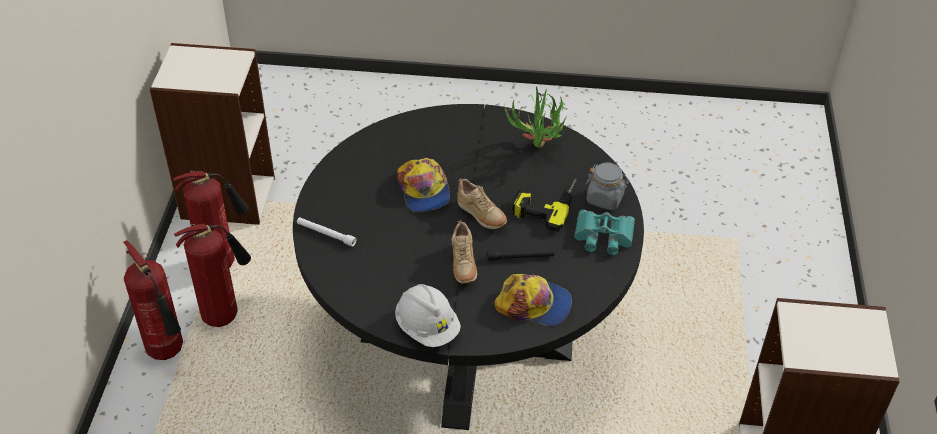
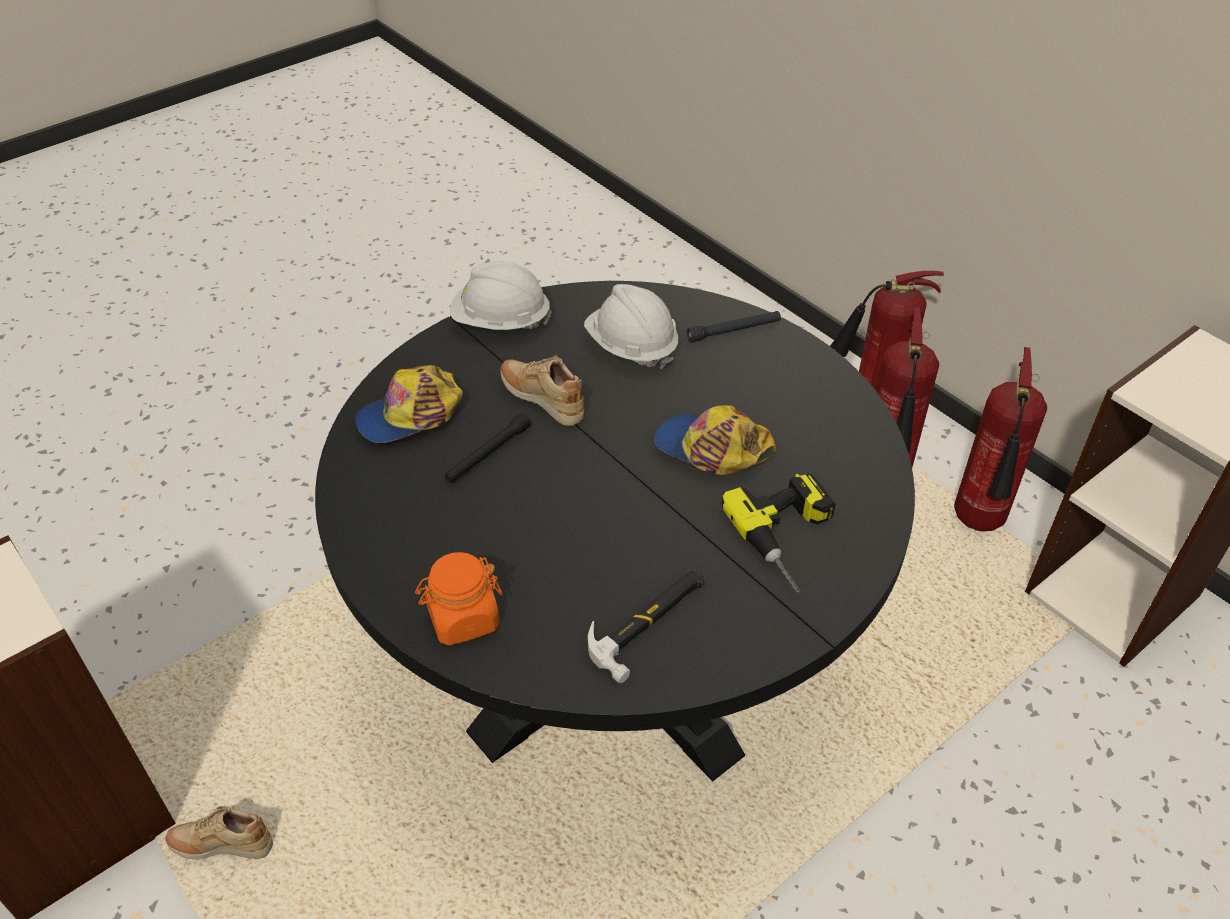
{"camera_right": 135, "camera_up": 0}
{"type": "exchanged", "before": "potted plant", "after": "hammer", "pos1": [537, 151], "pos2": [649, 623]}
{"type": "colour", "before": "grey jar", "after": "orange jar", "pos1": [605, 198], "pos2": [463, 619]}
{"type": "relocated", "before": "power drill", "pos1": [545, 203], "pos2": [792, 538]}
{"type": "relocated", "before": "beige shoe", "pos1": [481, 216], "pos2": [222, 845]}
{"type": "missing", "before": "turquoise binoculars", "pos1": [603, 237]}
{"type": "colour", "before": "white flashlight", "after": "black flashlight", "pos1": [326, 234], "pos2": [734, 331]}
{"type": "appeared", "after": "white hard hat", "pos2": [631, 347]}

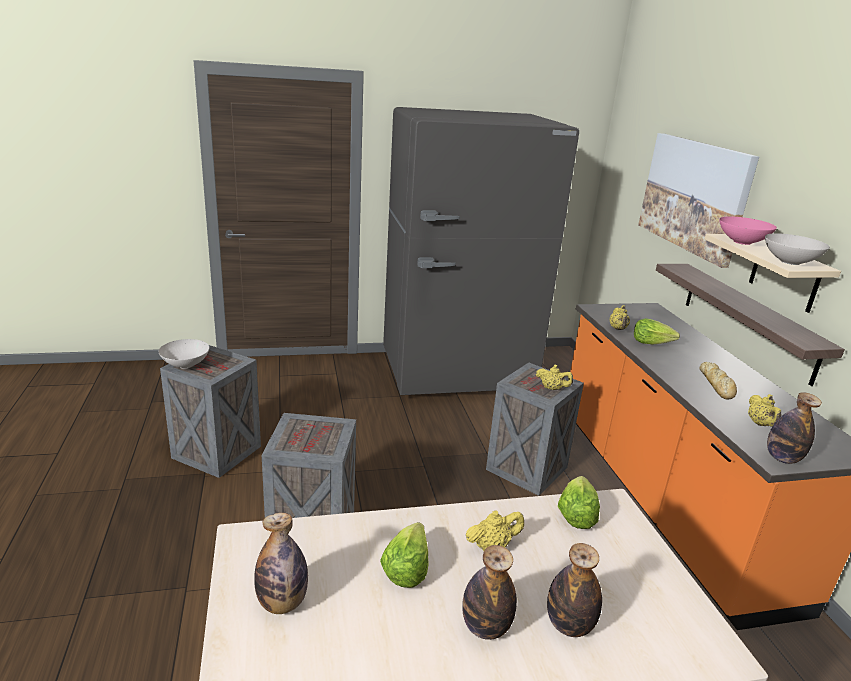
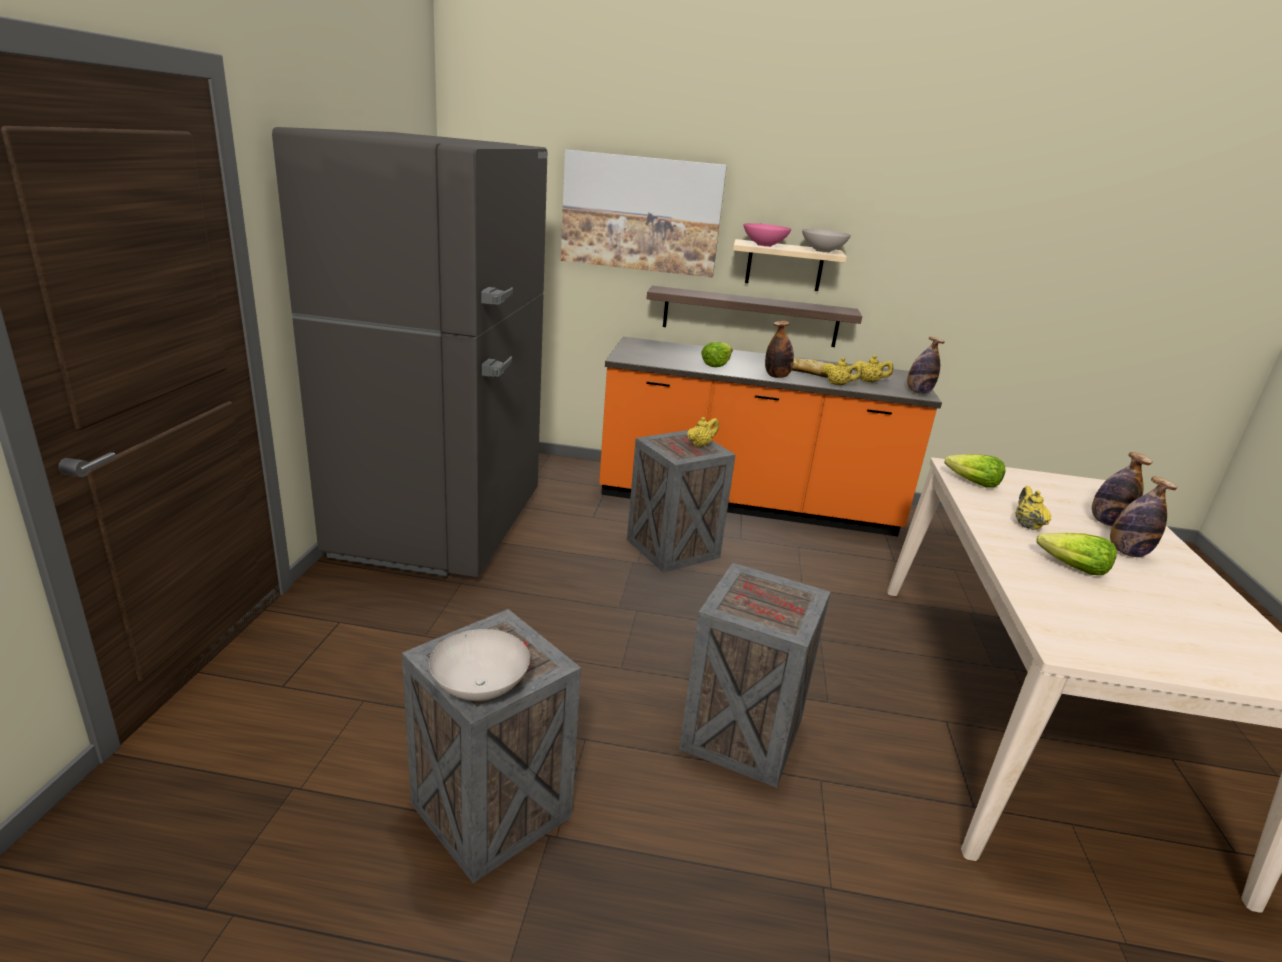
{"camera_right": -70, "camera_up": 0}
{"type": "relocated", "before": "yellow teapot", "pos1": [618, 329], "pos2": [838, 384]}
{"type": "relocated", "before": "bottle", "pos1": [282, 603], "pos2": [777, 376]}

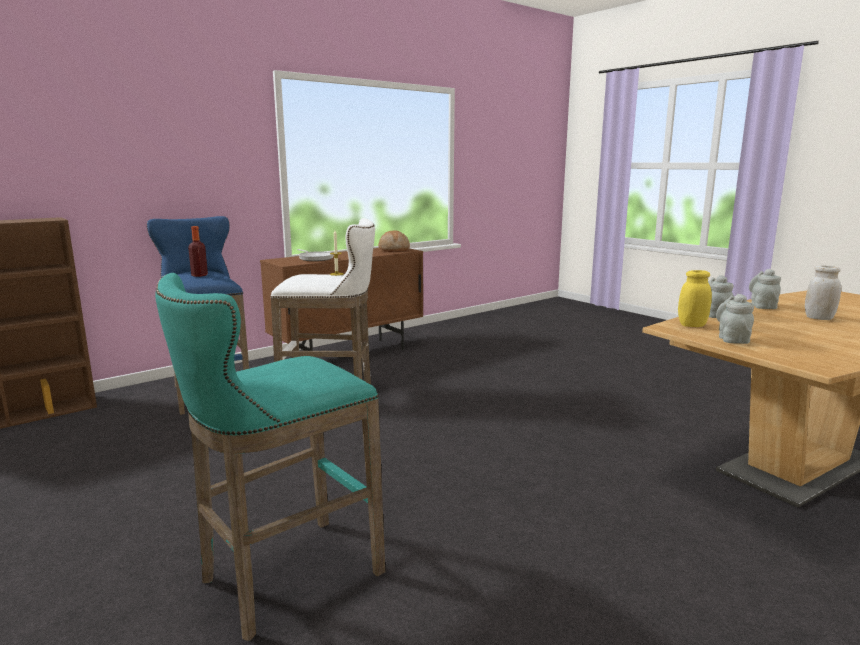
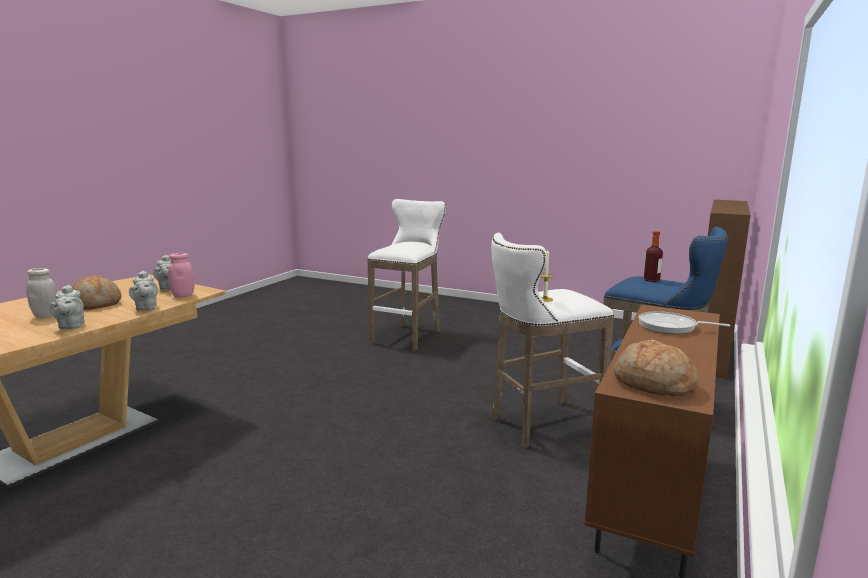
{"camera_right": 155, "camera_up": 0}
{"type": "colour", "before": "yellow jar", "after": "pink jar", "pos1": [692, 325], "pos2": [183, 295]}
{"type": "colour", "before": "turquoise stool", "after": "white stool", "pos1": [284, 579], "pos2": [408, 336]}
{"type": "appeared", "after": "bread", "pos2": [96, 303]}

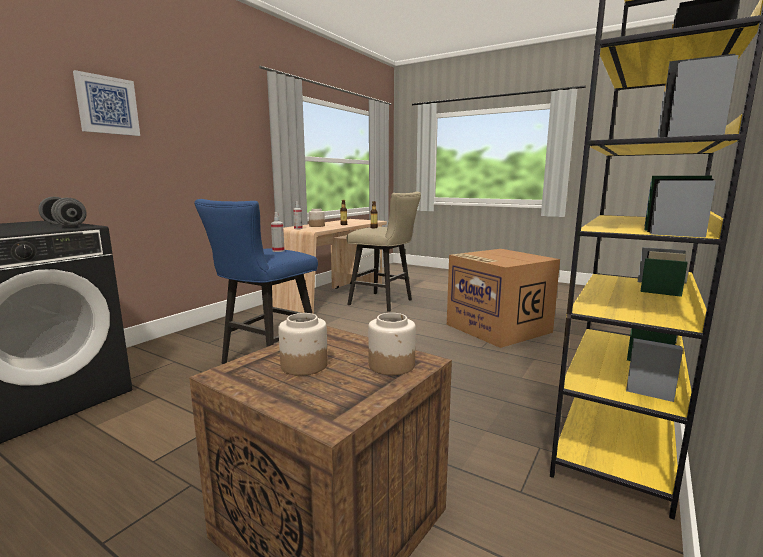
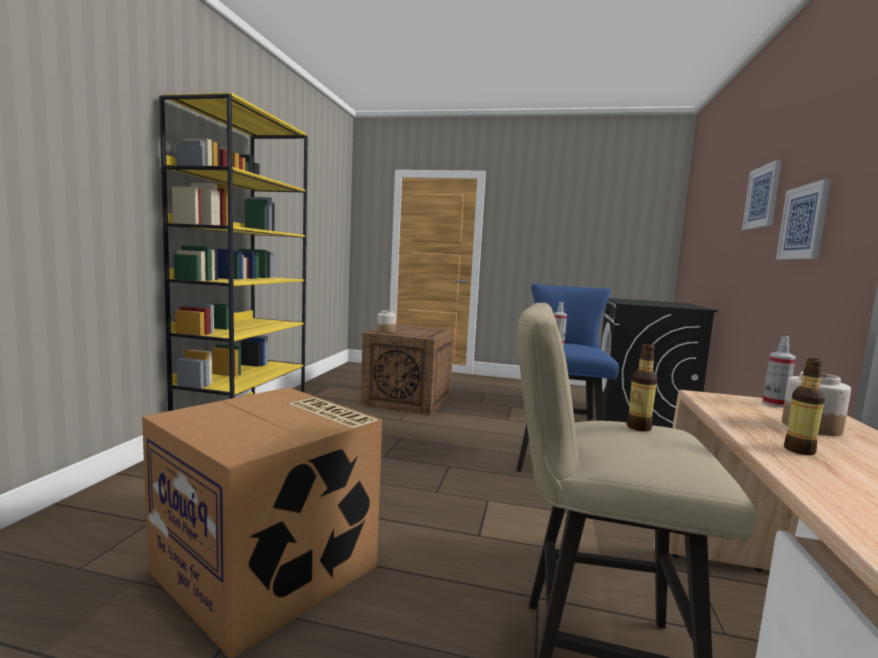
{"camera_right": 160, "camera_up": -5}
{"type": "missing", "before": "grey dumbbell", "pos1": [64, 225]}
{"type": "missing", "before": "jar", "pos1": [303, 365]}
{"type": "appeared", "after": "picture", "pos2": [804, 222]}

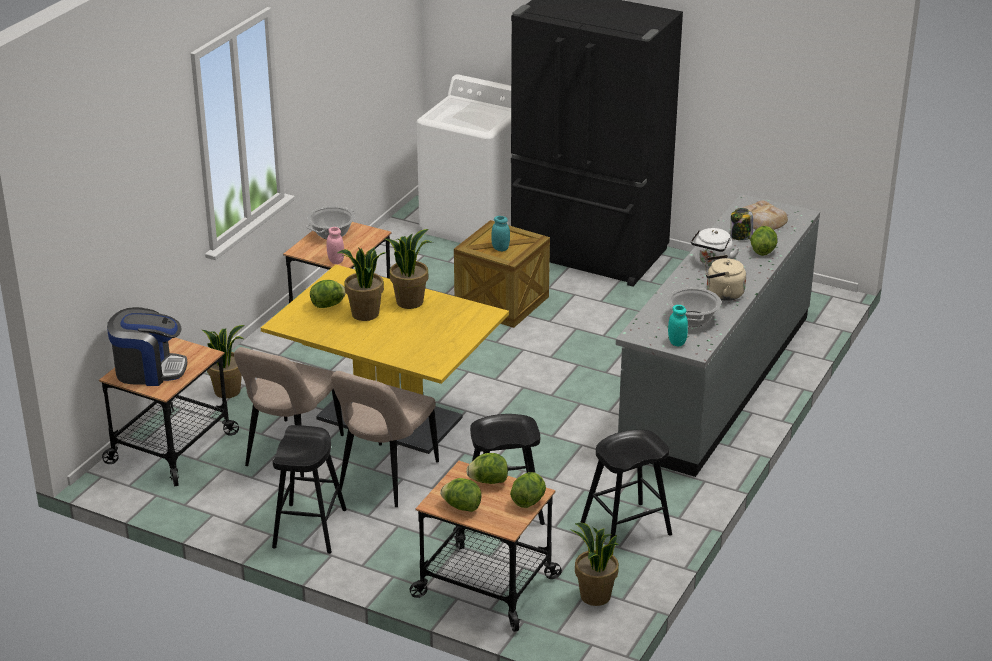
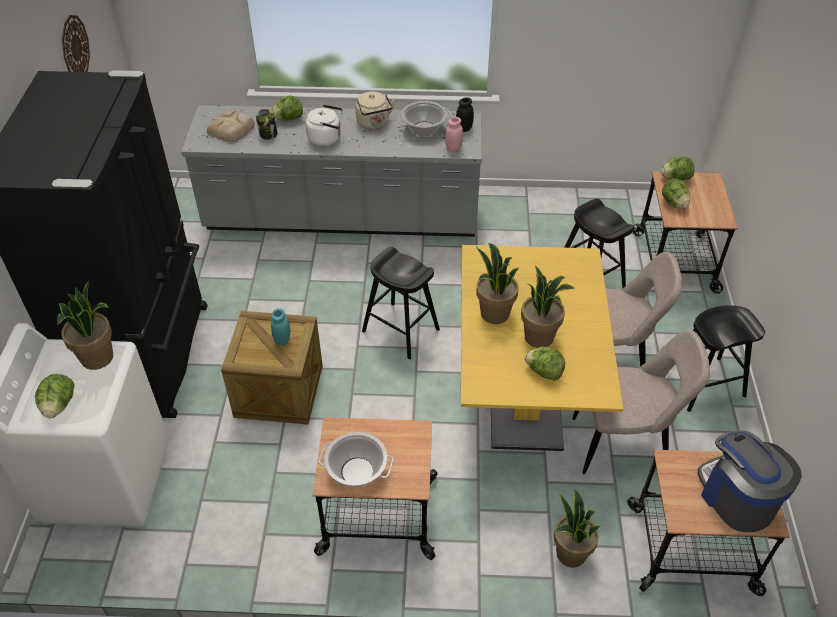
{"camera_right": -115, "camera_up": 15}
{"type": "relocated", "before": "pink jar", "pos1": [336, 261], "pos2": [453, 148]}
{"type": "colour", "before": "turquoise jar", "after": "black jar", "pos1": [677, 342], "pos2": [464, 129]}
{"type": "relocated", "before": "black stool", "pos1": [625, 529], "pos2": [401, 330]}
{"type": "relocated", "before": "lettuce", "pos1": [461, 507], "pos2": [59, 405]}
{"type": "relocated", "before": "potted plant", "pos1": [595, 596], "pos2": [98, 358]}
{"type": "appeared", "after": "wall clock", "pos2": [74, 47]}

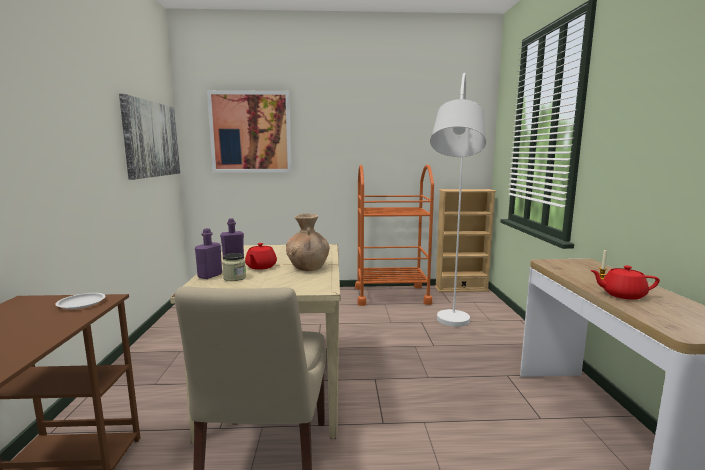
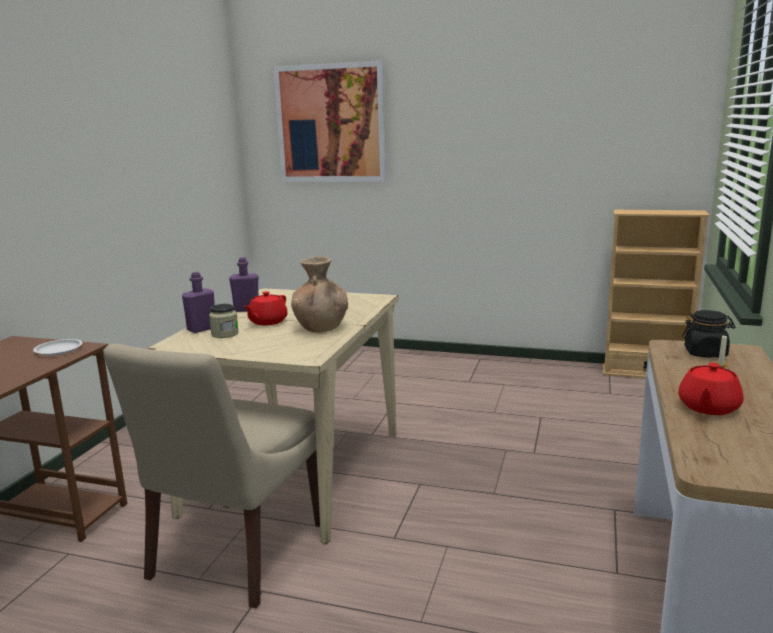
{"camera_right": 20, "camera_up": 5}
{"type": "missing", "before": "white floor lamp", "pos1": [449, 347]}
{"type": "missing", "before": "picture", "pos1": [152, 139]}
{"type": "missing", "before": "orange cart", "pos1": [391, 295]}
{"type": "spun", "before": "red teapot", "pos1": [622, 295], "pos2": [708, 407], "turn": -90}
{"type": "appeared", "after": "black jar", "pos2": [705, 353]}

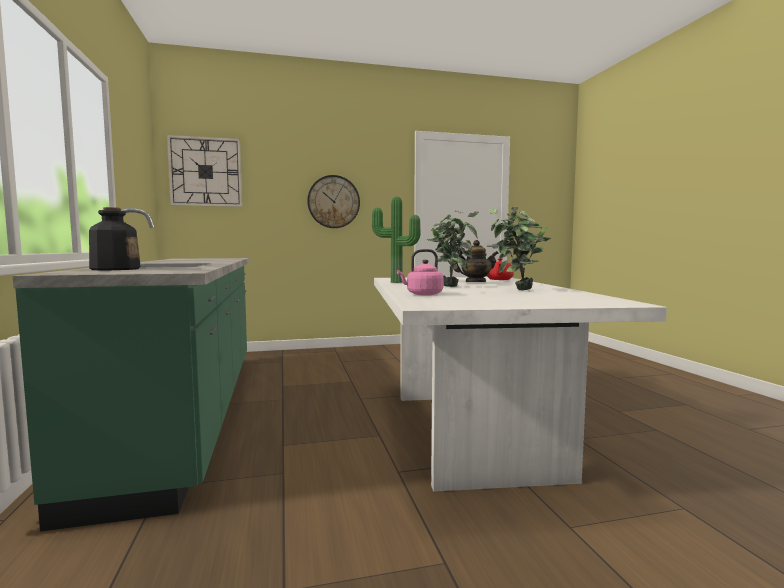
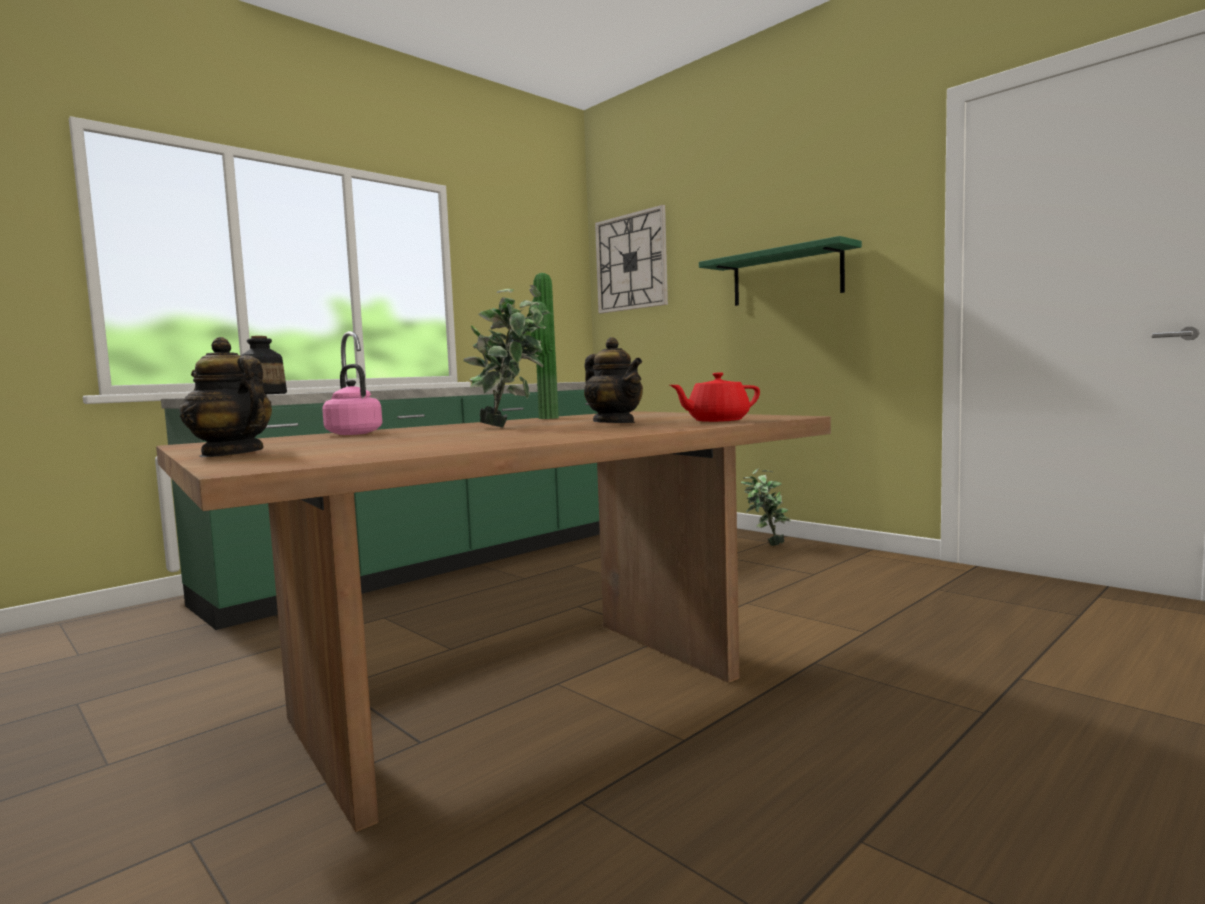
{"camera_right": 60, "camera_up": 0}
{"type": "exchanged", "before": "wall clock", "after": "green shelf", "pos1": [333, 202], "pos2": [786, 276]}
{"type": "relocated", "before": "potted plant", "pos1": [516, 290], "pos2": [766, 544]}
{"type": "colour", "before": "white dining table", "after": "brown dining table", "pos1": [472, 431], "pos2": [521, 699]}
{"type": "appeared", "after": "teapot", "pos2": [231, 454]}

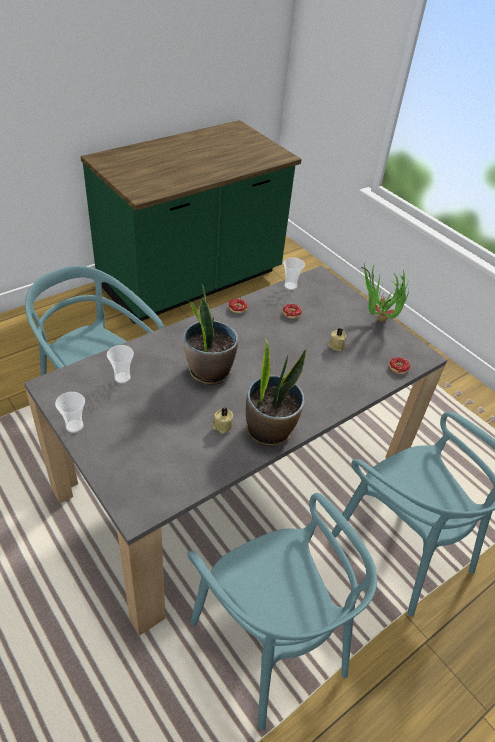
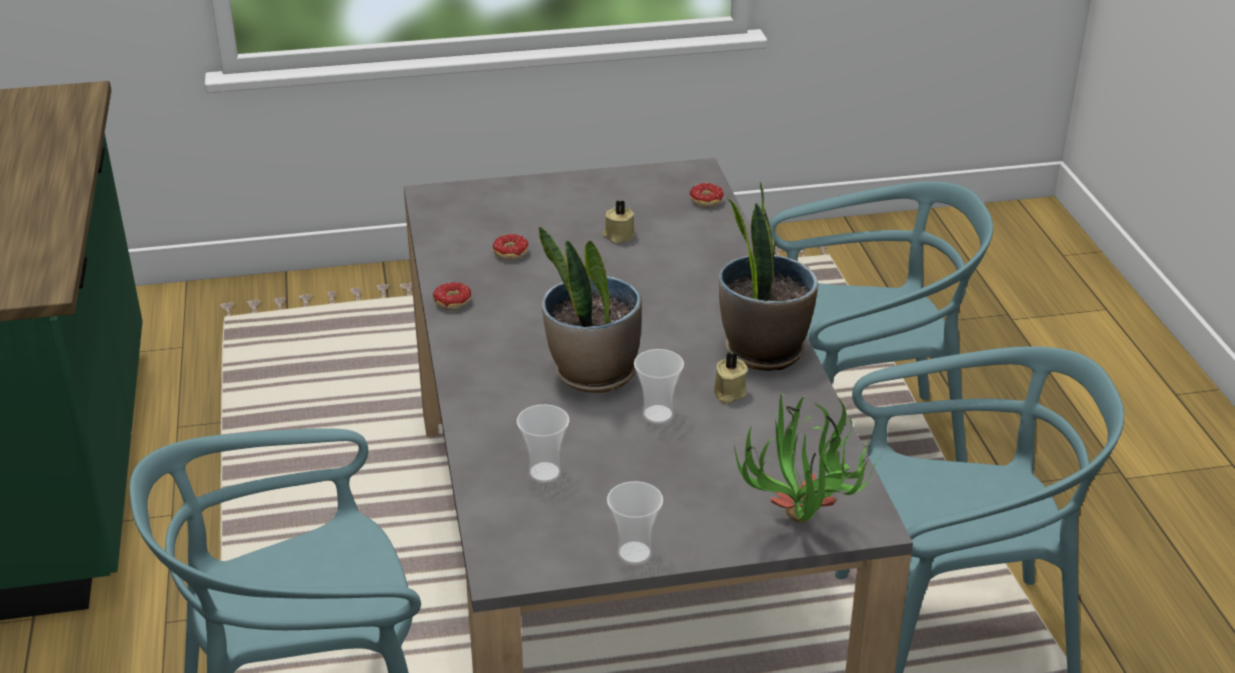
{"camera_right": -60, "camera_up": -10}
{"type": "relocated", "before": "cup", "pos1": [290, 286], "pos2": [658, 414]}
{"type": "relocated", "before": "potted plant", "pos1": [375, 322], "pos2": [799, 531]}

